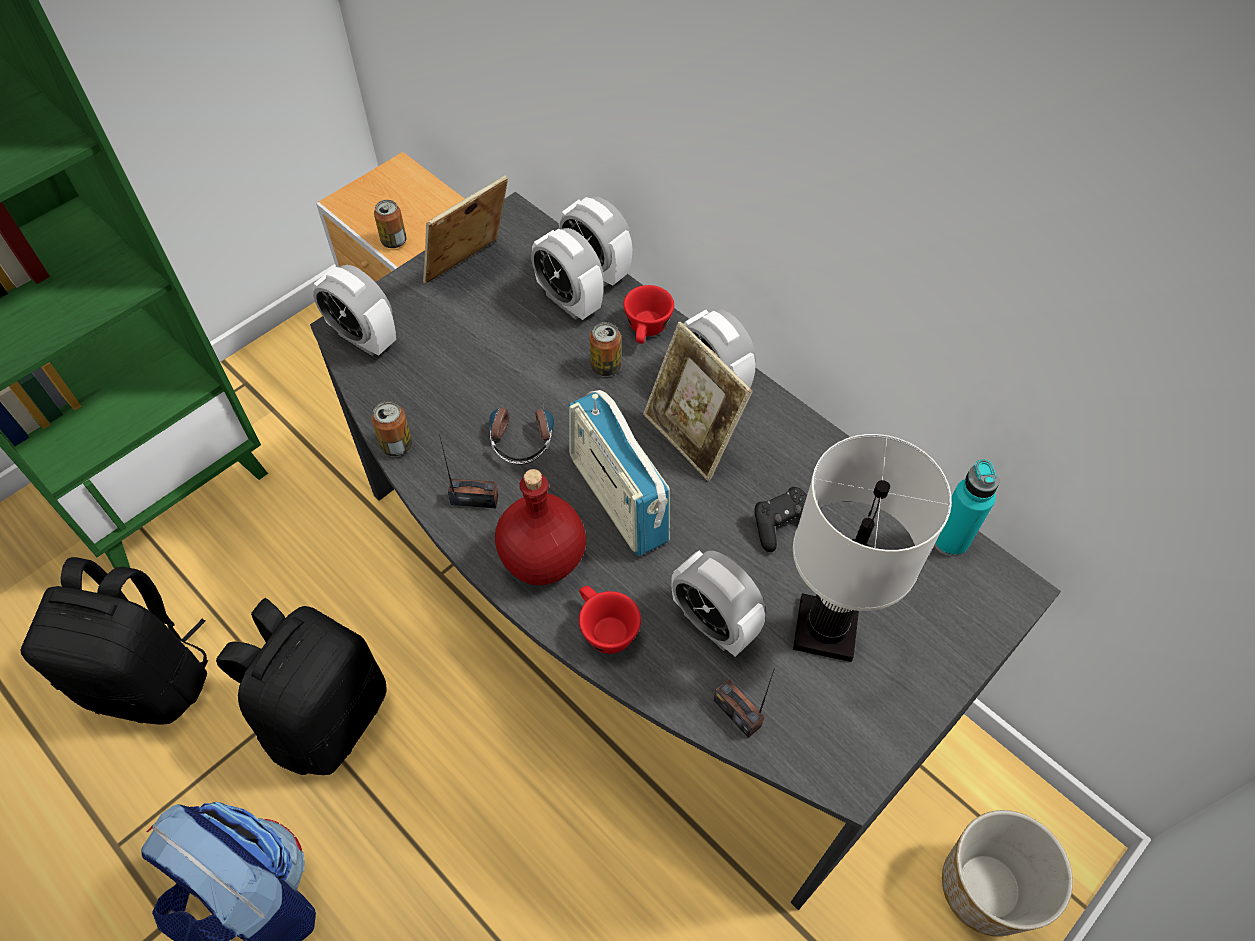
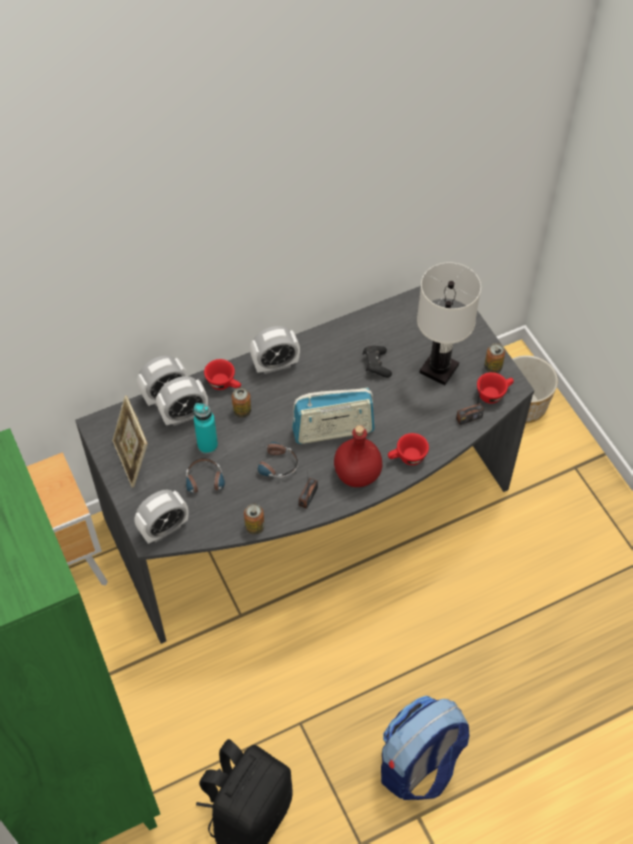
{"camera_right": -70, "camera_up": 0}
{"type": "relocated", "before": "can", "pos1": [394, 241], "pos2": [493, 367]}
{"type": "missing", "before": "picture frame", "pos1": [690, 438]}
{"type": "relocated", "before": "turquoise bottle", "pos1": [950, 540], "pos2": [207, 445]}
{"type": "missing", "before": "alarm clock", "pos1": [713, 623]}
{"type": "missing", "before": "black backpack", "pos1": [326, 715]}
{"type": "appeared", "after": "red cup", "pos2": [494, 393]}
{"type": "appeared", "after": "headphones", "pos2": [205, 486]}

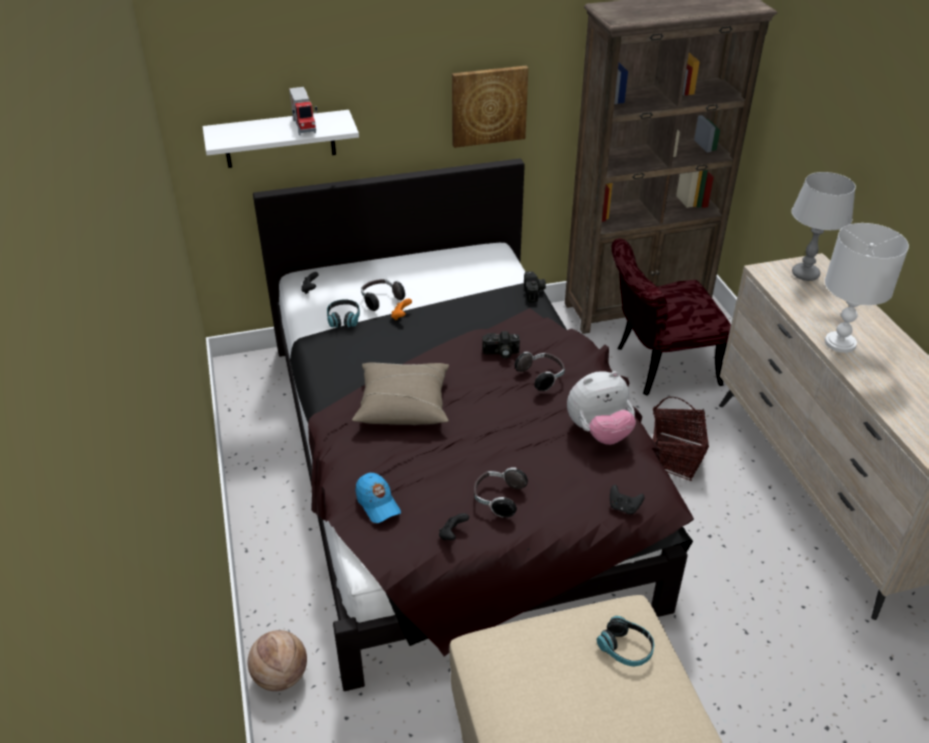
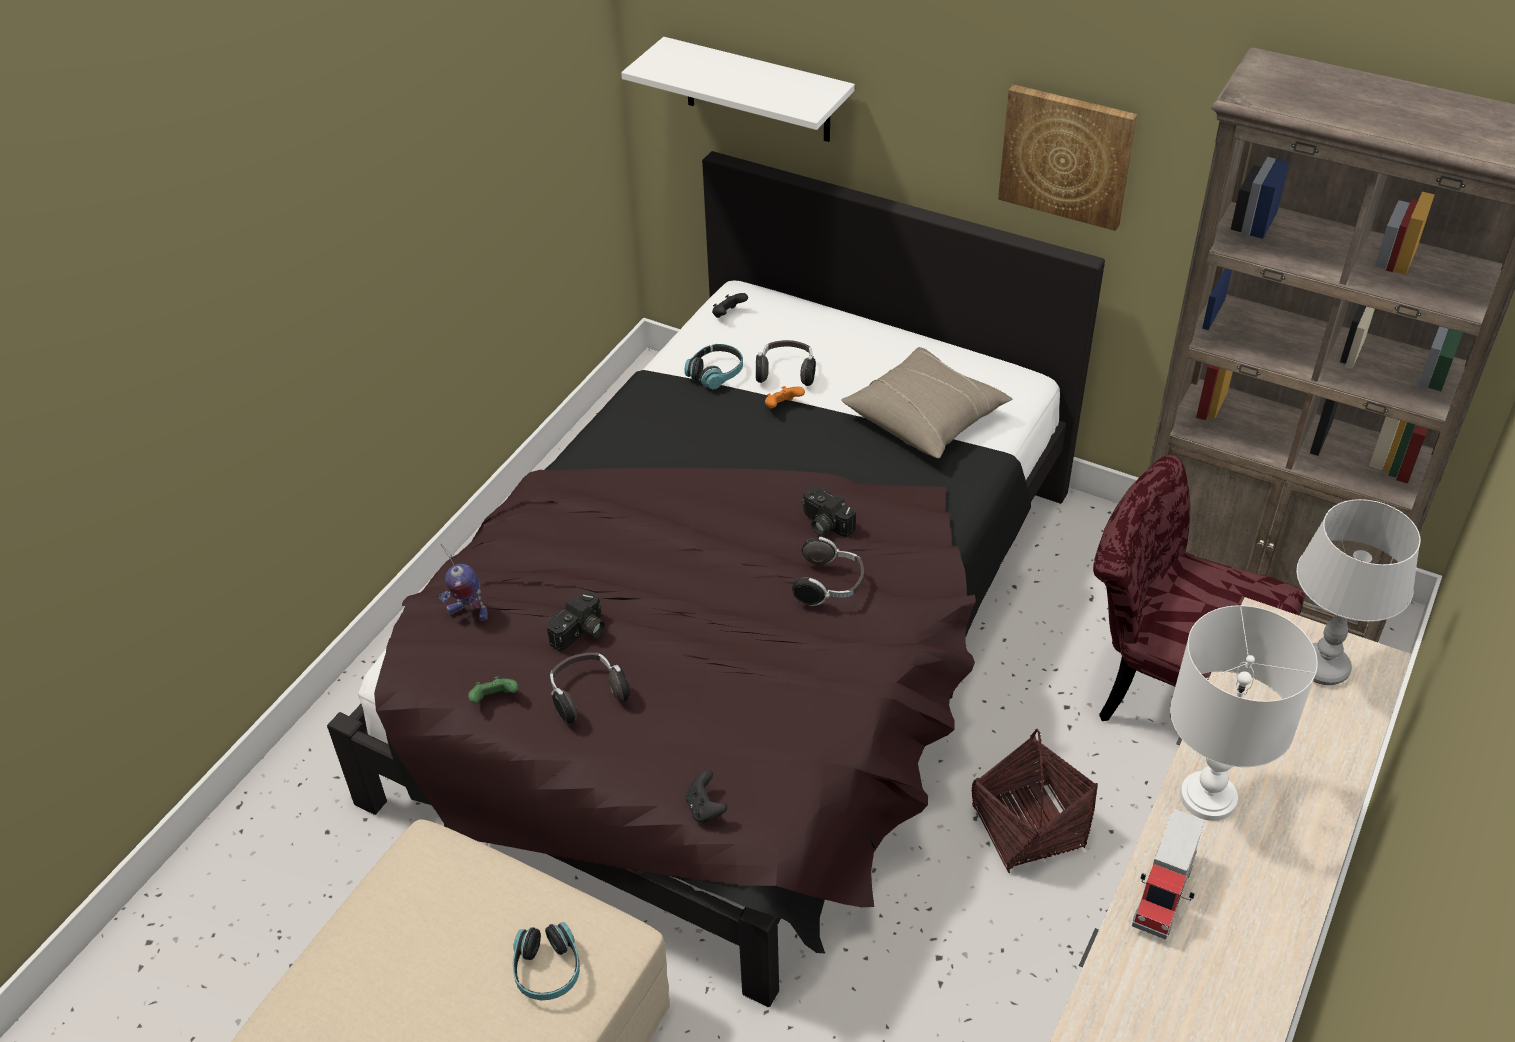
{"camera_right": 45, "camera_up": 5}
{"type": "relocated", "before": "toy truck", "pos1": [305, 126], "pos2": [1165, 895]}
{"type": "relocated", "before": "photo camera", "pos1": [534, 292], "pos2": [581, 633]}
{"type": "relocated", "before": "beige pillow", "pos1": [403, 405], "pos2": [926, 418]}
{"type": "missing", "before": "plush toy", "pos1": [599, 432]}
{"type": "exchanged", "before": "blue cap", "after": "toy robot", "pos1": [377, 504], "pos2": [467, 612]}
{"type": "colour", "before": "black game controller", "after": "green game controller", "pos1": [452, 534], "pos2": [494, 699]}
{"type": "missing", "before": "basketball", "pos1": [280, 677]}

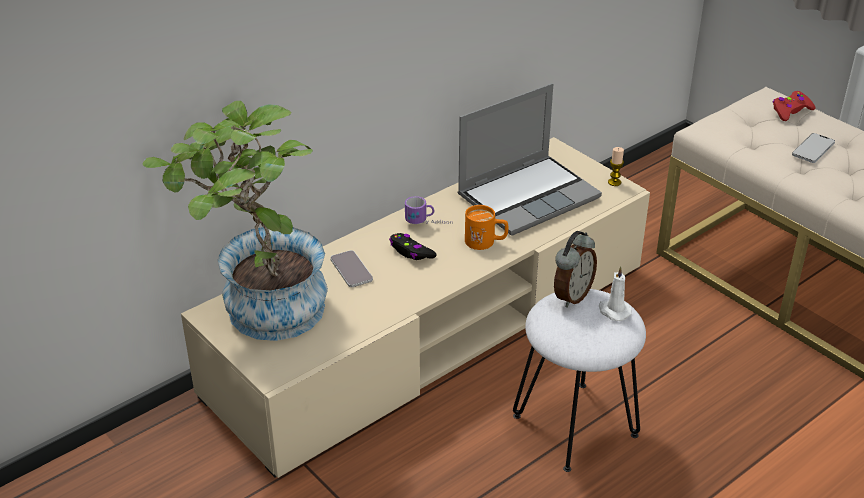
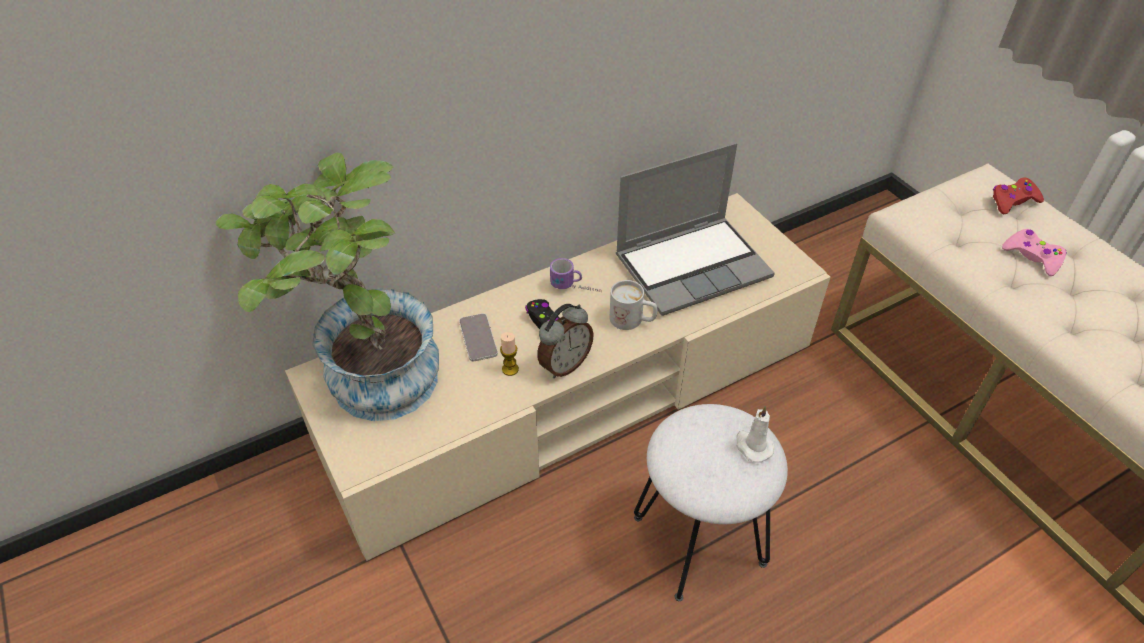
{"camera_right": 10, "camera_up": 10}
{"type": "exchanged", "before": "phone", "after": "pink game controller", "pos1": [813, 149], "pos2": [1032, 256]}
{"type": "relocated", "before": "candle", "pos1": [614, 182], "pos2": [510, 369]}
{"type": "colour", "before": "orange mug", "after": "white mug", "pos1": [486, 242], "pos2": [632, 320]}
{"type": "relocated", "before": "alarm clock", "pos1": [571, 296], "pos2": [564, 364]}

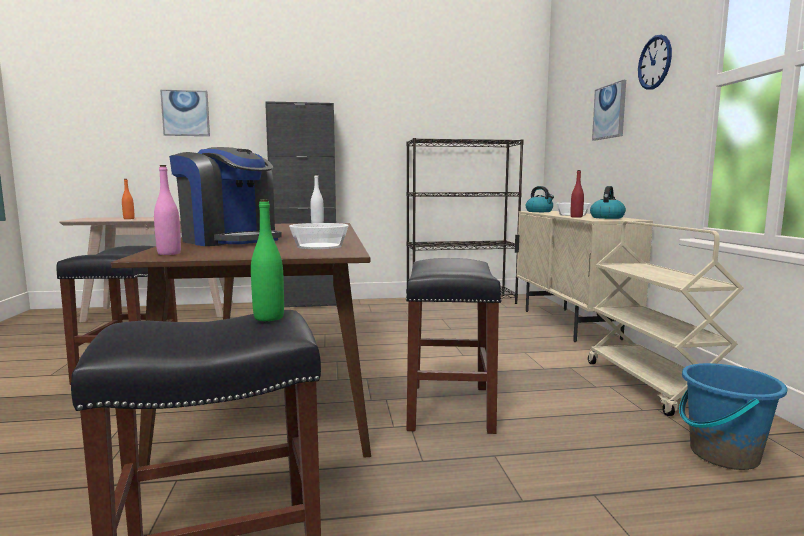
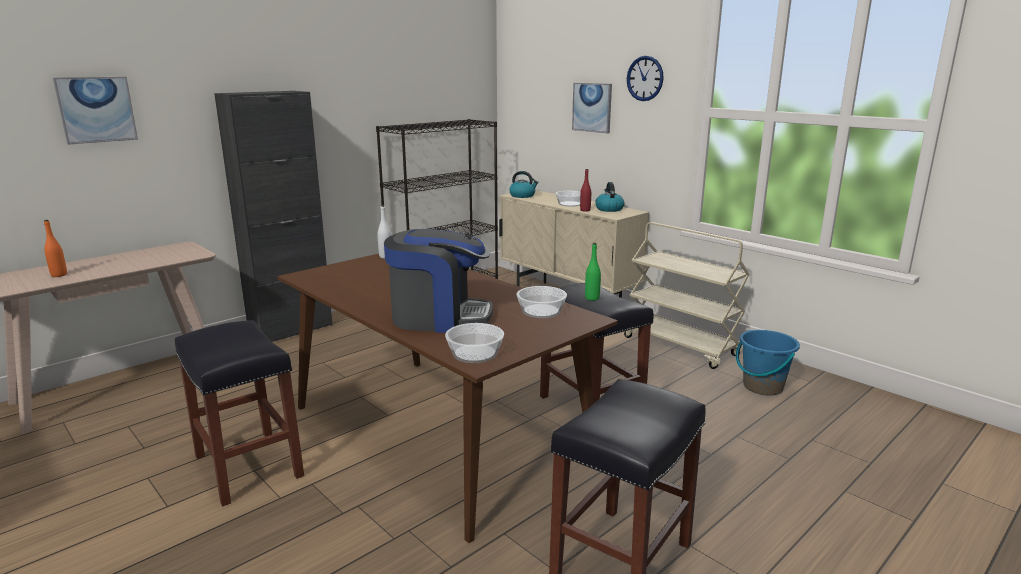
{"camera_right": -35, "camera_up": 10}
{"type": "exchanged", "before": "pink bottle", "after": "bowl", "pos1": [169, 253], "pos2": [474, 354]}
{"type": "relocated", "before": "green bottle", "pos1": [269, 318], "pos2": [592, 298]}

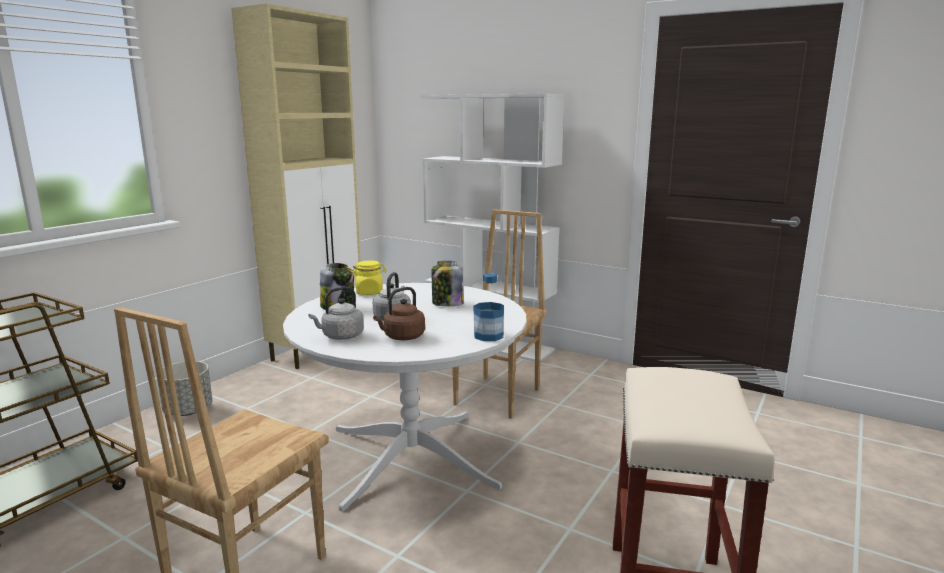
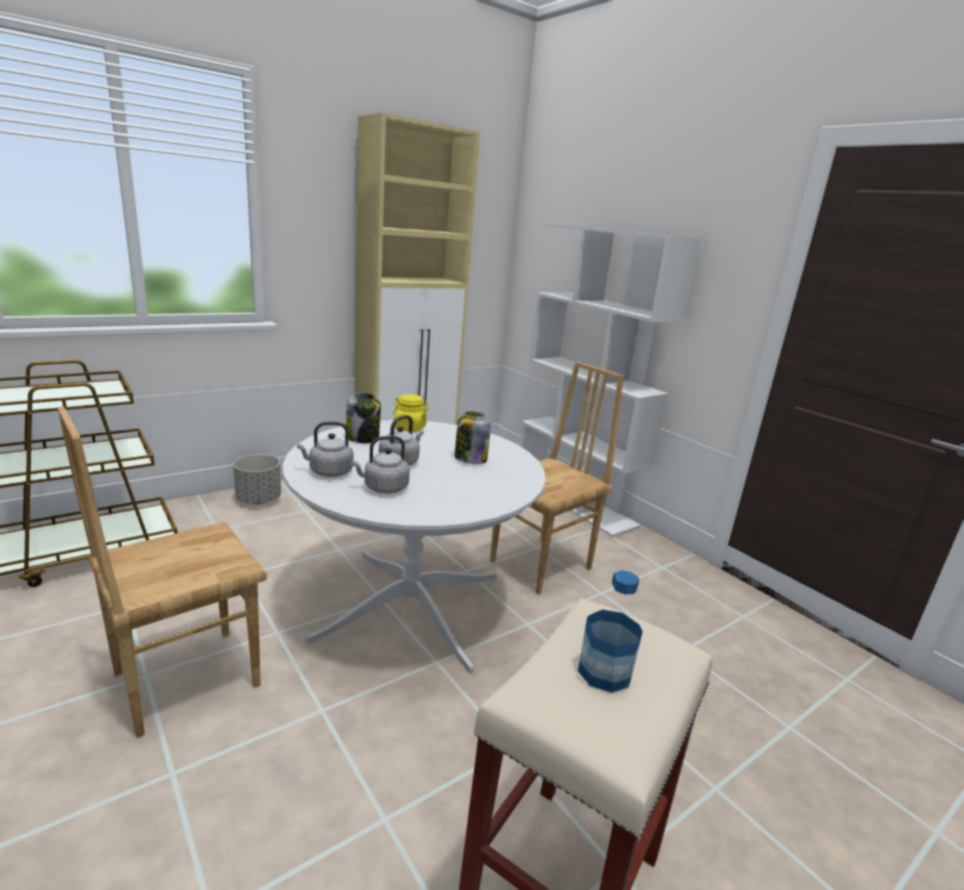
{"camera_right": 20, "camera_up": 5}
{"type": "relocated", "before": "bottle", "pos1": [488, 336], "pos2": [604, 672]}
{"type": "colour", "before": "brown kettle", "after": "grey kettle", "pos1": [402, 337], "pos2": [383, 488]}

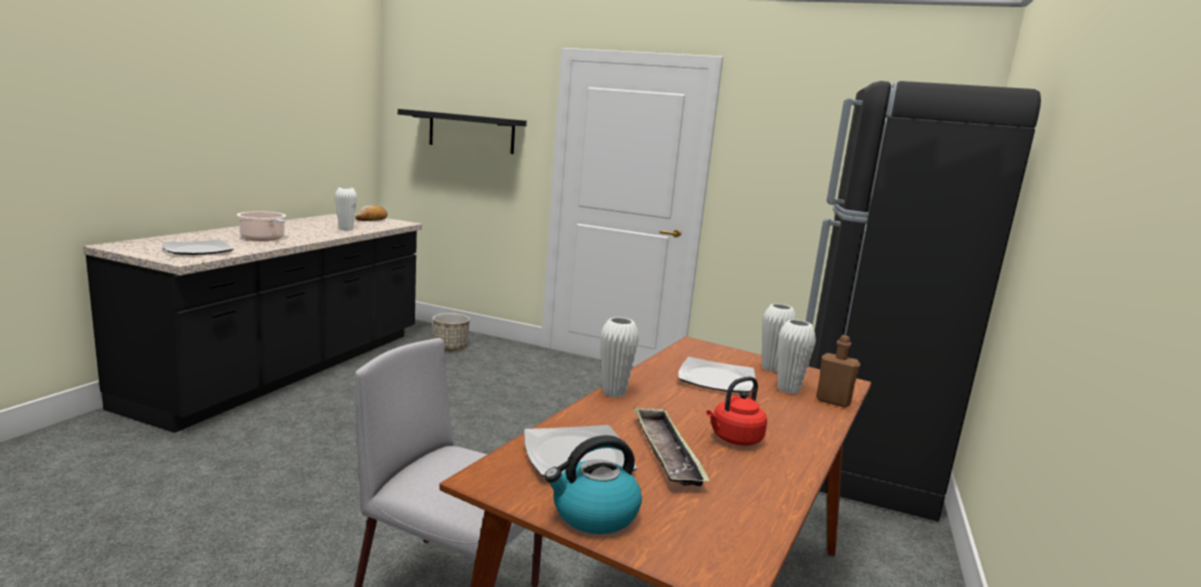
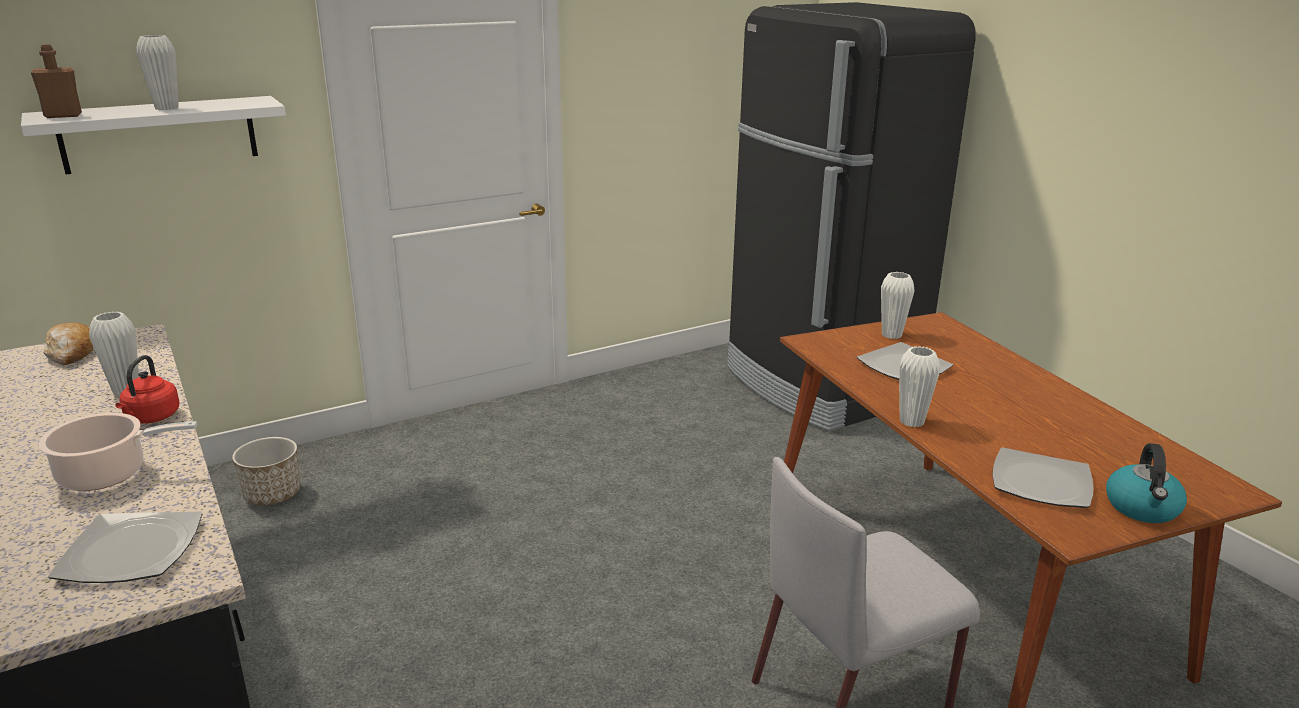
{"camera_right": -50, "camera_up": 10}
{"type": "colour", "before": "black shelf", "after": "white shelf", "pos1": [471, 132], "pos2": [159, 134]}
{"type": "relocated", "before": "white vase", "pos1": [788, 389], "pos2": [167, 108]}
{"type": "relocated", "before": "brown bottle", "pos1": [833, 401], "pos2": [63, 116]}
{"type": "relocated", "before": "red kettle", "pos1": [734, 439], "pos2": [151, 418]}
{"type": "missing", "before": "tray", "pos1": [666, 452]}

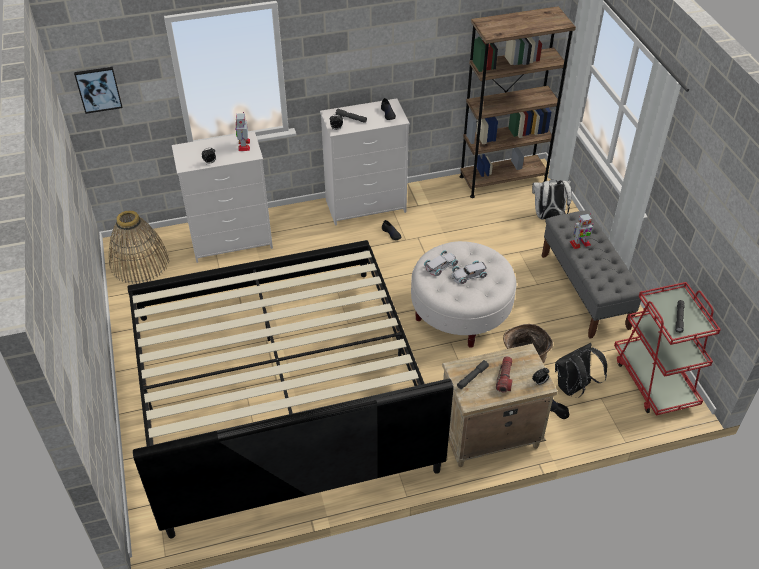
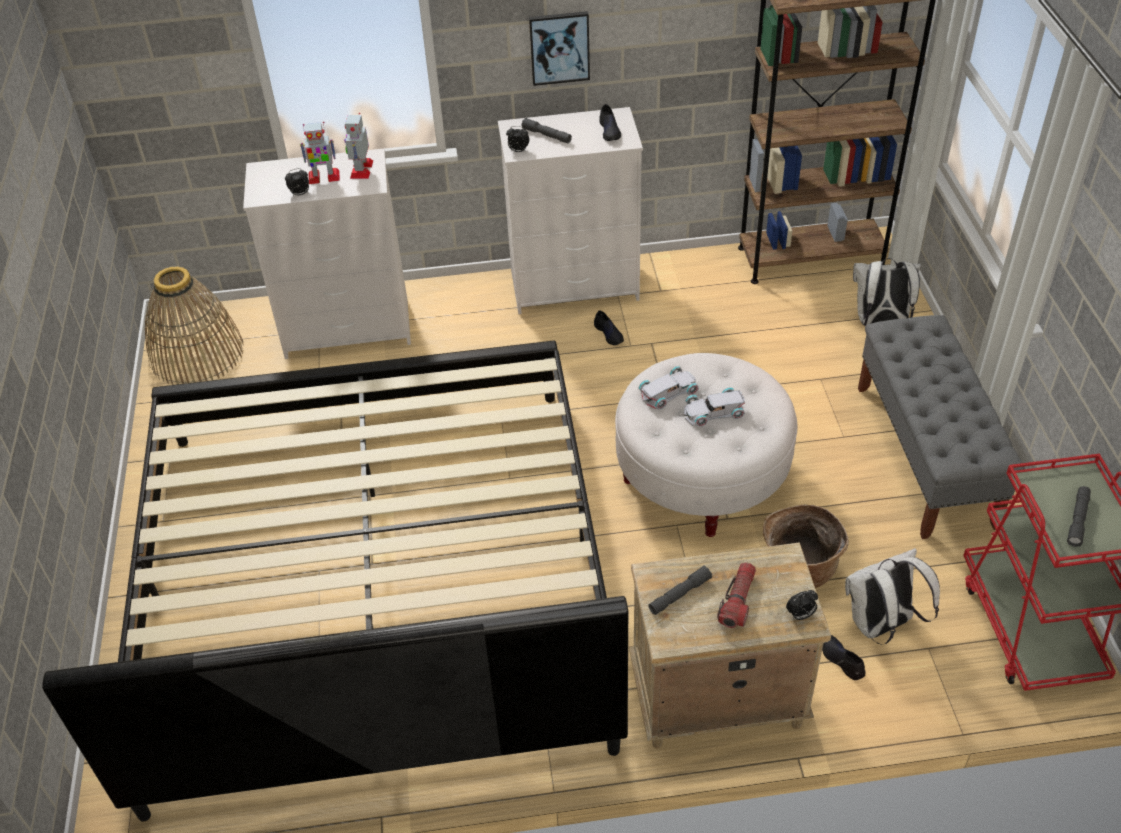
{"camera_right": 10, "camera_up": 0}
{"type": "relocated", "before": "picture", "pos1": [98, 89], "pos2": [559, 47]}
{"type": "relocated", "before": "toy robot", "pos1": [580, 243], "pos2": [323, 177]}
{"type": "colour", "before": "black backpack", "after": "white backpack", "pos1": [573, 388], "pos2": [880, 625]}

